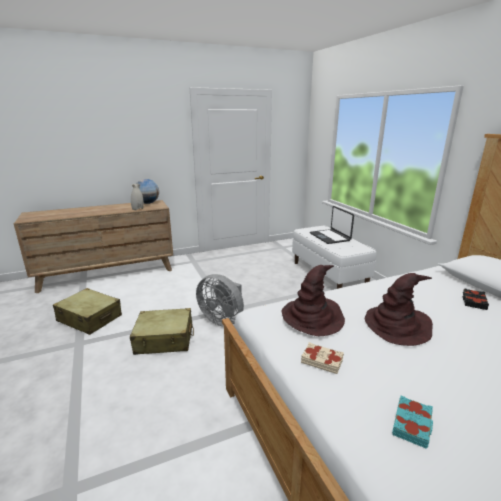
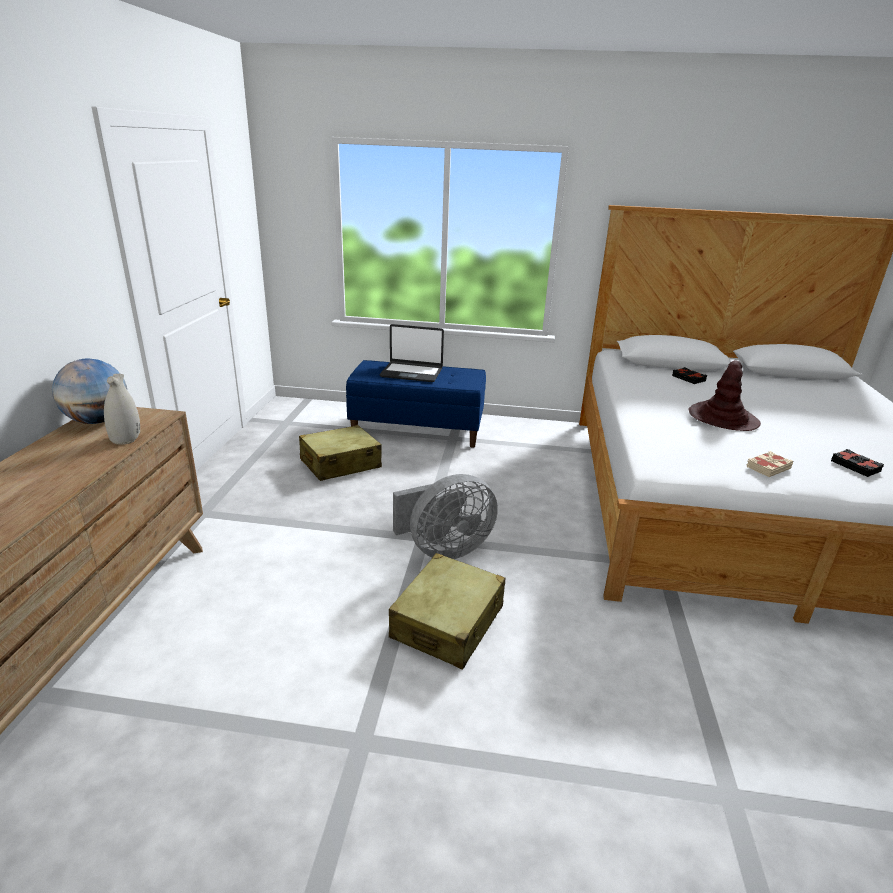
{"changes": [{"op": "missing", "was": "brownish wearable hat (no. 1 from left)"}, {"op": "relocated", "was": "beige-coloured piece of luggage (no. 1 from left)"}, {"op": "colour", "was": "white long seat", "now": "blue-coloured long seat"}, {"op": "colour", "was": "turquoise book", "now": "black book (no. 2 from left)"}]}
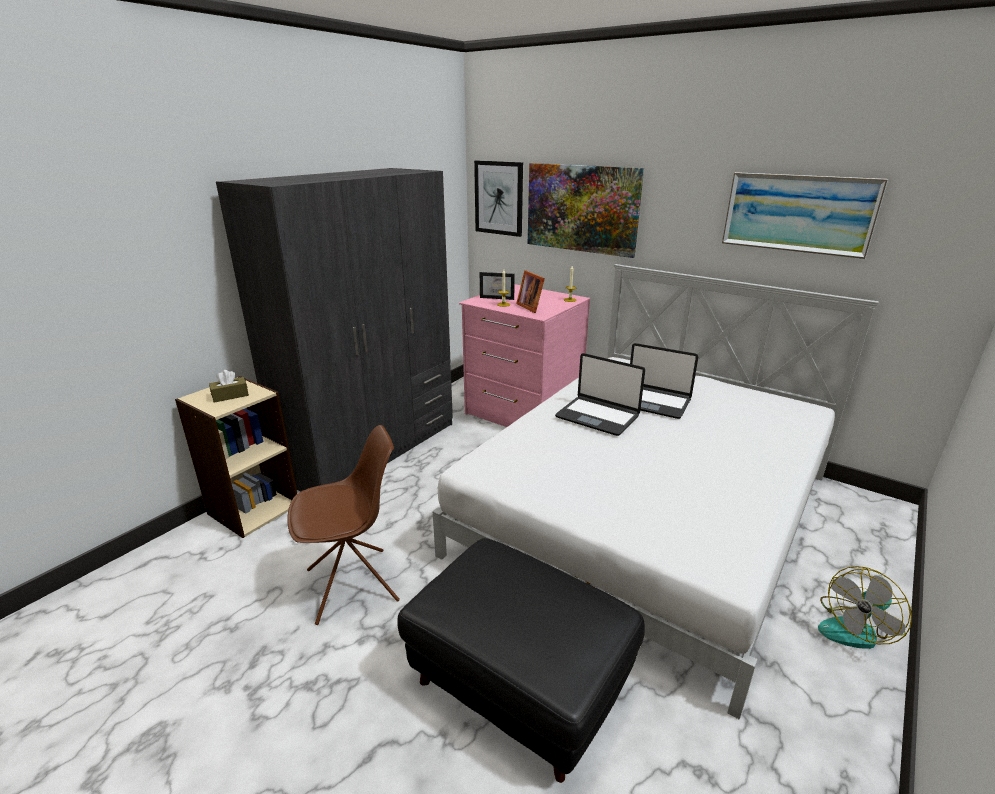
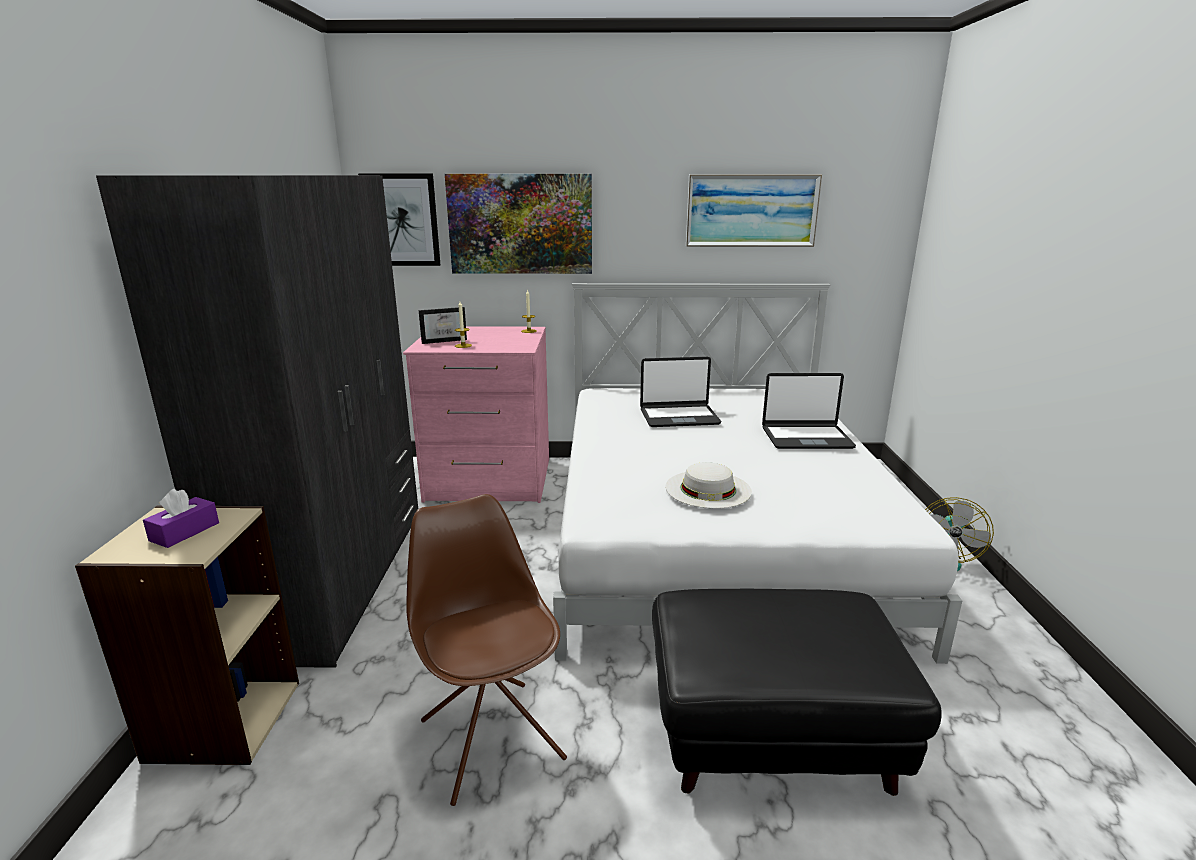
{"changes": [{"op": "missing", "was": "photo frame (no. 2 from left)"}, {"op": "appeared", "now": "white wearable hat"}, {"op": "relocated", "was": "laptop (no. 1 from left in the first image)", "now": "laptop (no. 2 from left)"}, {"op": "colour", "was": "brownish tissue box", "now": "purple tissue box"}, {"op": "spun", "was": "brownish plain chair", "clockwise": -60}]}
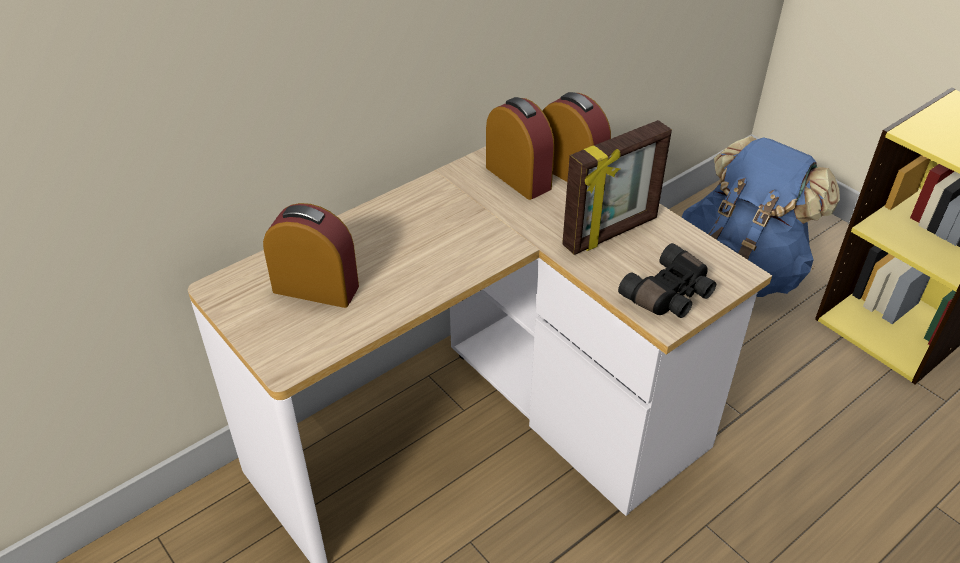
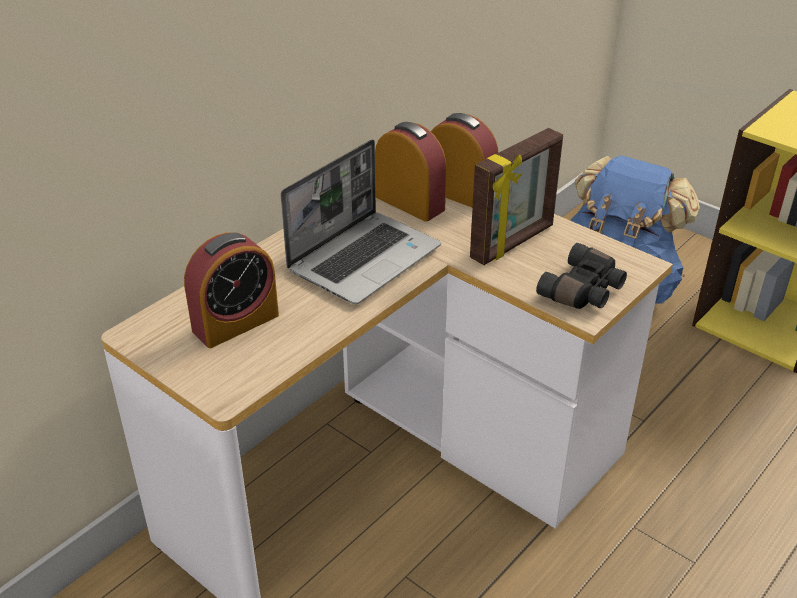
{"changes": [{"op": "appeared", "now": "laptop"}, {"op": "spun", "was": "bedside clock (no. 1 from left)", "clockwise": 135}]}
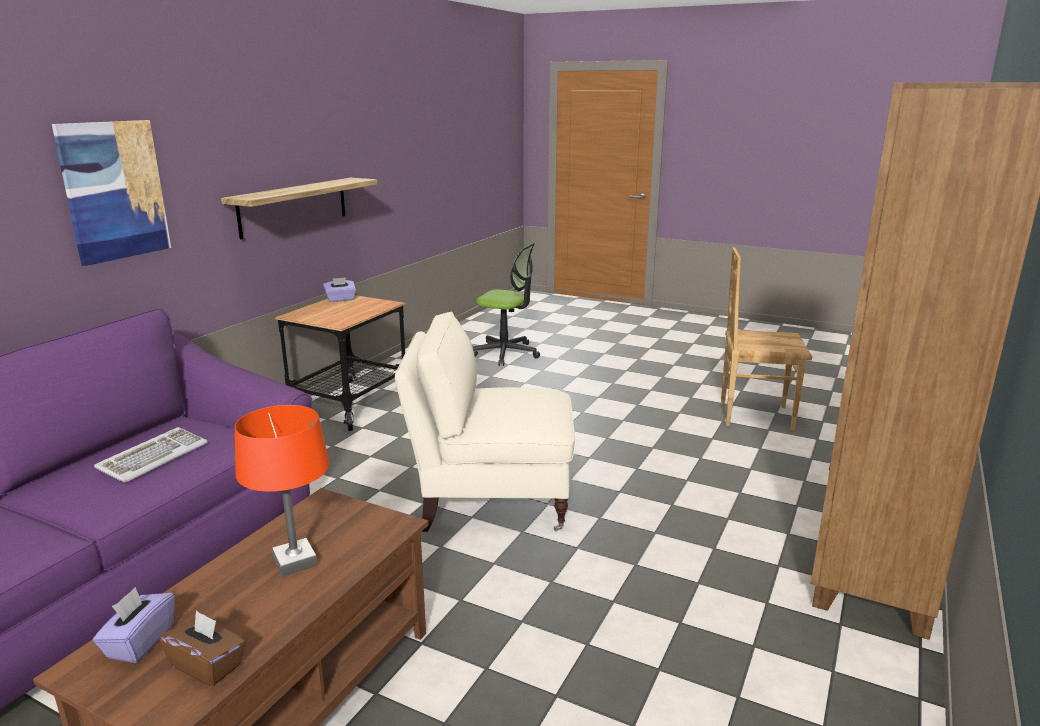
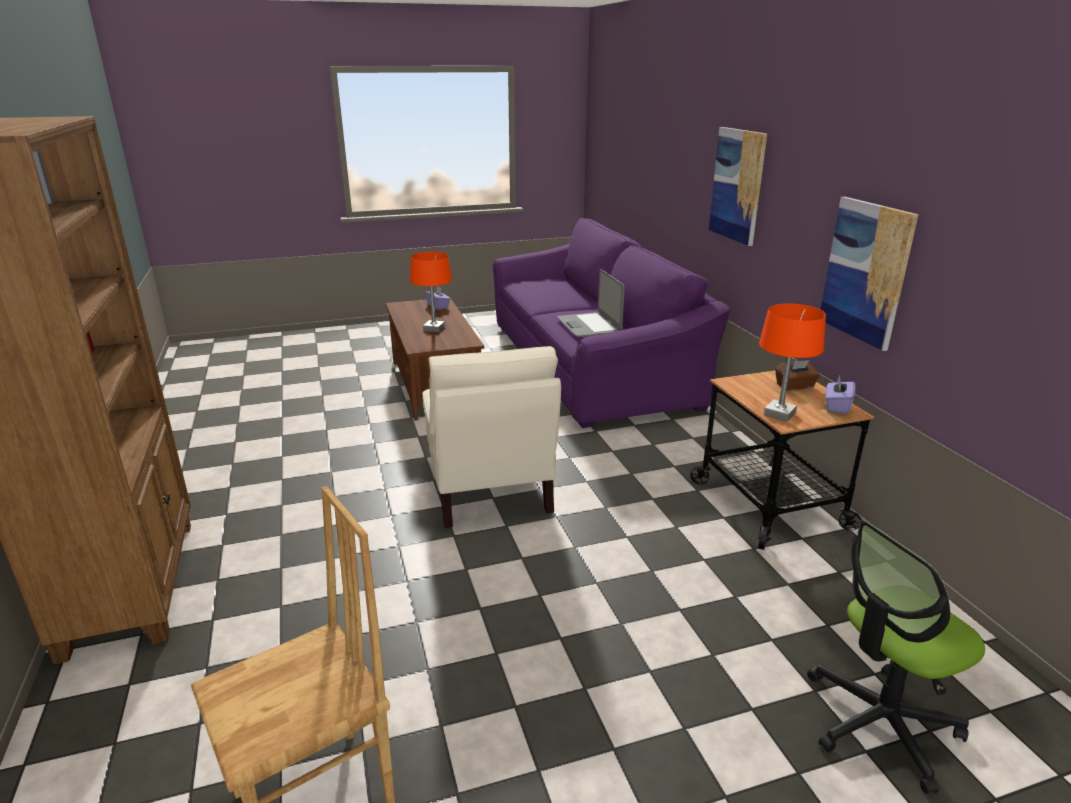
{"changes": [{"op": "appeared", "now": "orange table lamp (no. 2 from left)"}, {"op": "relocated", "was": "brownish tissue box"}, {"op": "exchanged", "was": "PC keyboard", "now": "laptop"}, {"op": "exchanged", "was": "bracket shelf", "now": "wall art (no. 2 from left)"}, {"op": "spun", "was": "beige-coloured armchair", "clockwise": 120}]}
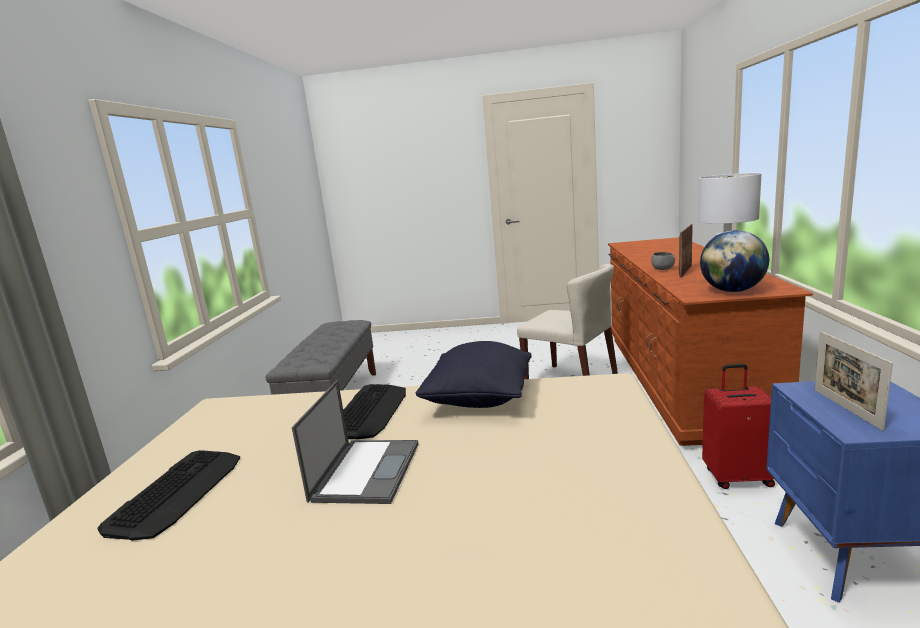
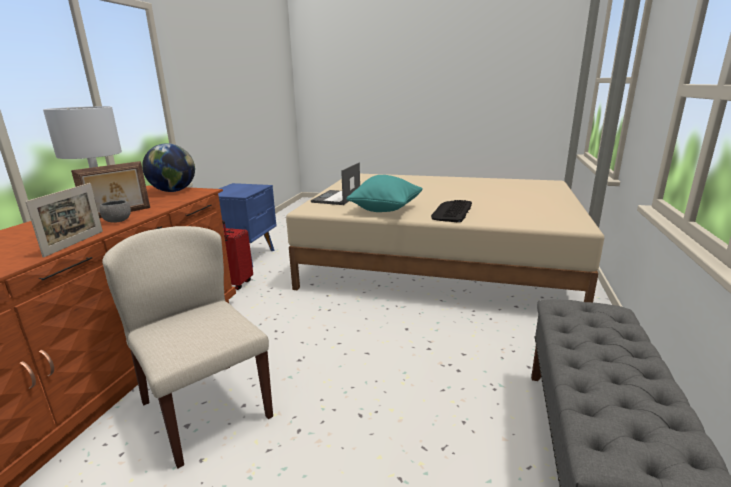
{"changes": [{"op": "missing", "was": "PC keyboard (no. 1 from left)"}, {"op": "relocated", "was": "laptop"}, {"op": "relocated", "was": "photo frame (no. 2 from left in the first image)", "now": "photo frame (no. 1 from left)"}, {"op": "colour", "was": "black cushion", "now": "turquoise cushion"}]}
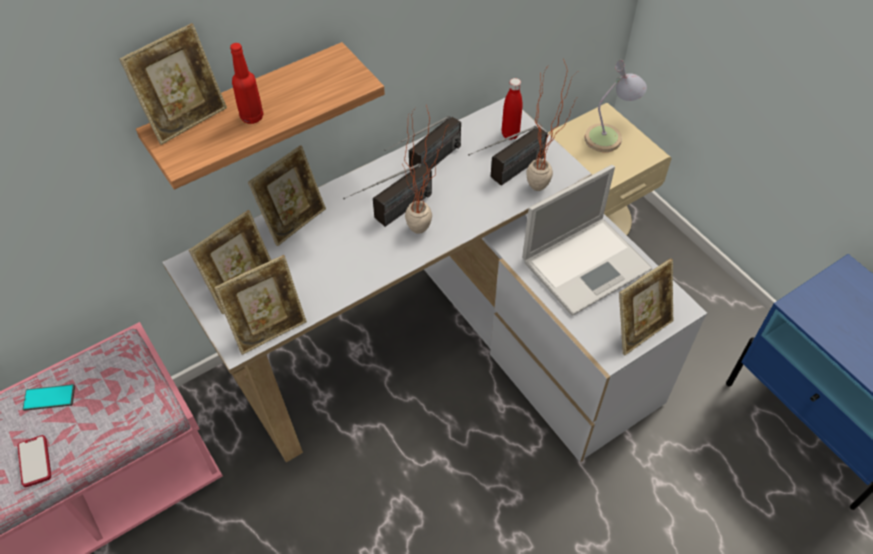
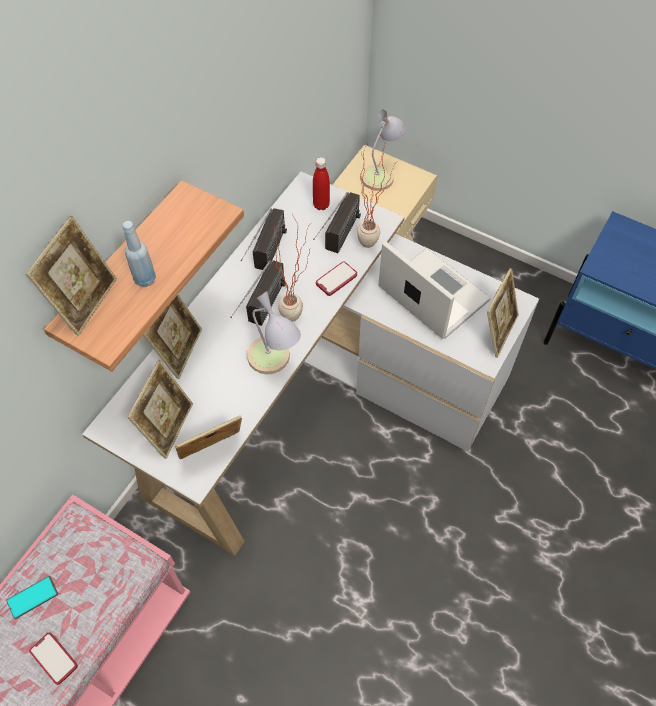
{"changes": [{"op": "appeared", "now": "table lamp (no. 1 from left)"}, {"op": "appeared", "now": "phone (no. 3 from left)"}, {"op": "colour", "was": "red bottle (no. 1 from left)", "now": "blue-coloured bottle"}, {"op": "spun", "was": "photo frame (no. 3 from left in the first image)", "clockwise": -150}, {"op": "spun", "was": "laptop", "clockwise": -75}]}
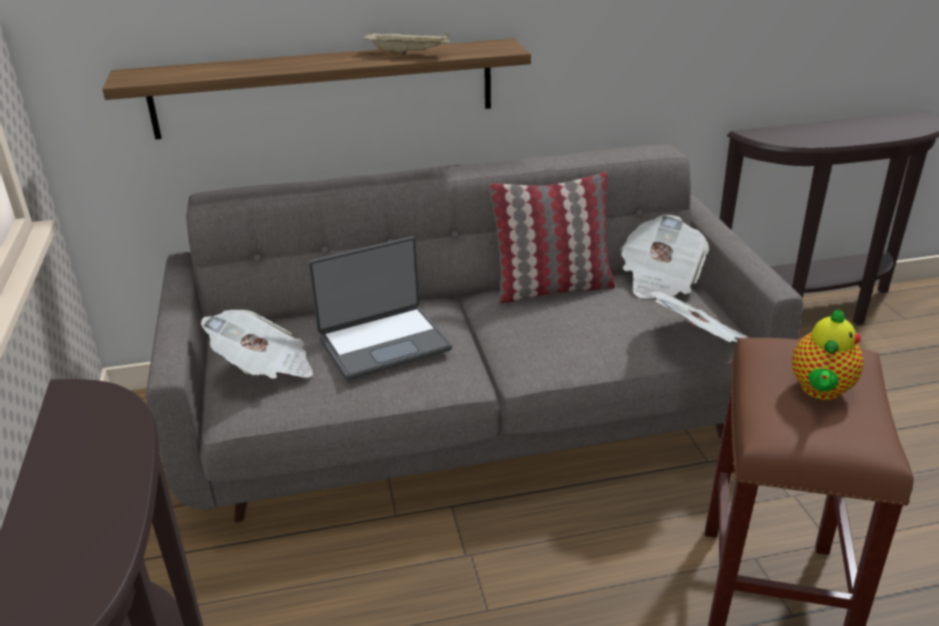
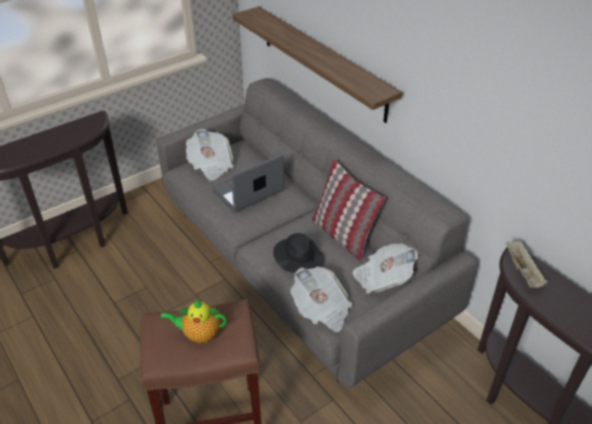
{"changes": [{"op": "appeared", "now": "black wearable hat"}, {"op": "relocated", "was": "beige-coloured serving tray"}, {"op": "spun", "was": "laptop", "clockwise": 105}]}
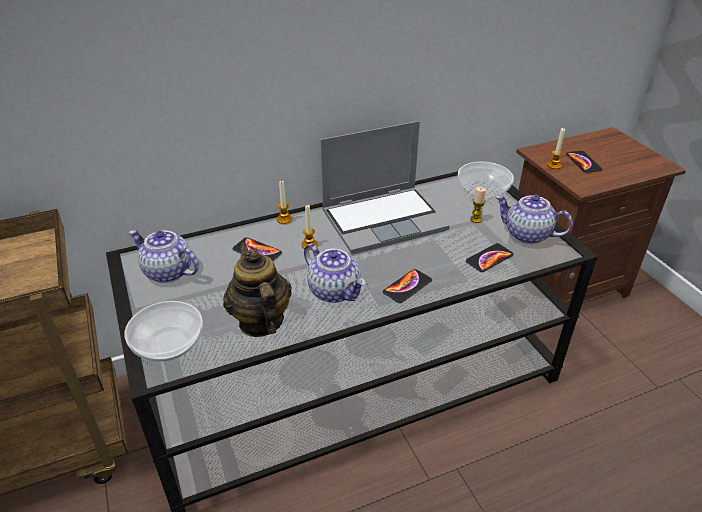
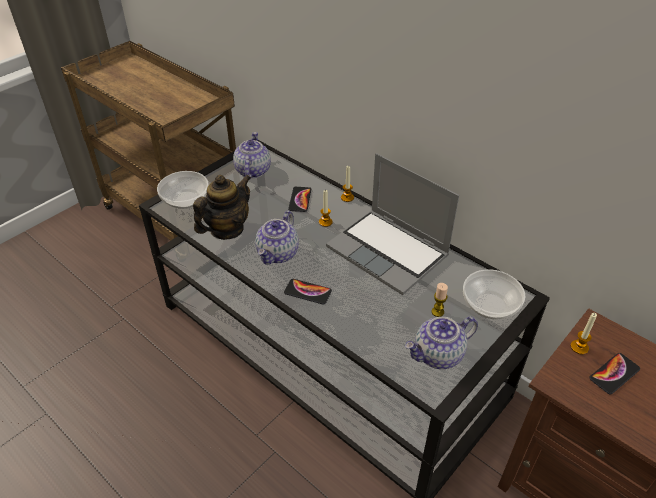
{"changes": [{"op": "missing", "was": "phone (no. 3 from left)"}, {"op": "spun", "was": "pot for tea (no. 4 from left)", "clockwise": -120}]}
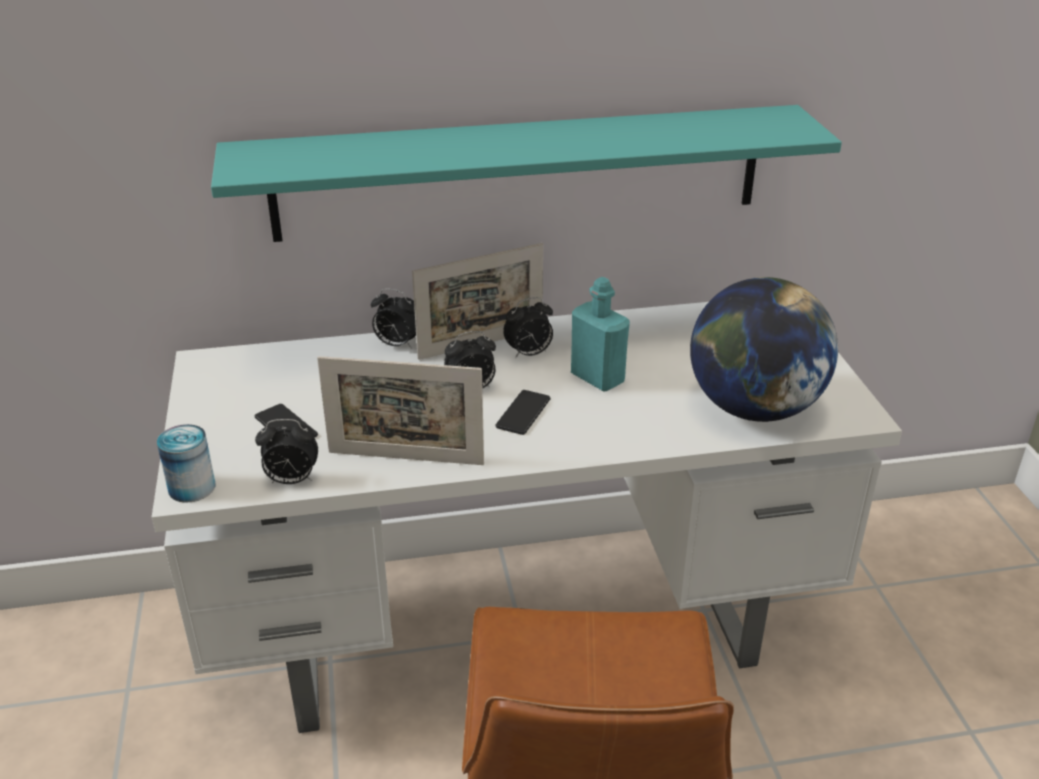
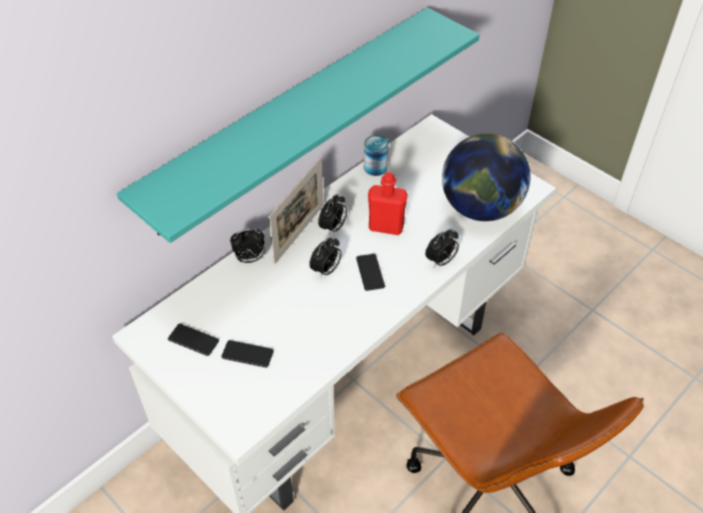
{"changes": [{"op": "missing", "was": "photo frame (no. 1 from left)"}, {"op": "appeared", "now": "phone (no. 1 from left)"}, {"op": "relocated", "was": "metal can"}, {"op": "relocated", "was": "bedside clock (no. 1 from left in the first image)", "now": "bedside clock (no. 4 from left)"}, {"op": "colour", "was": "turquoise bottle", "now": "red bottle"}]}
